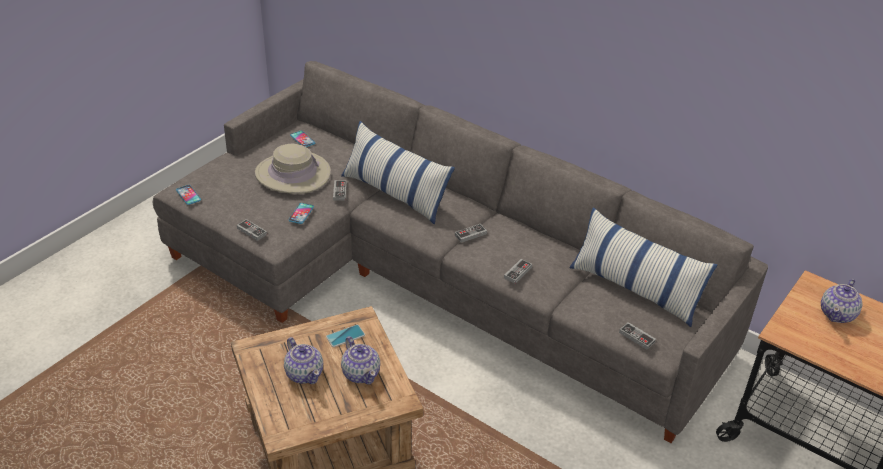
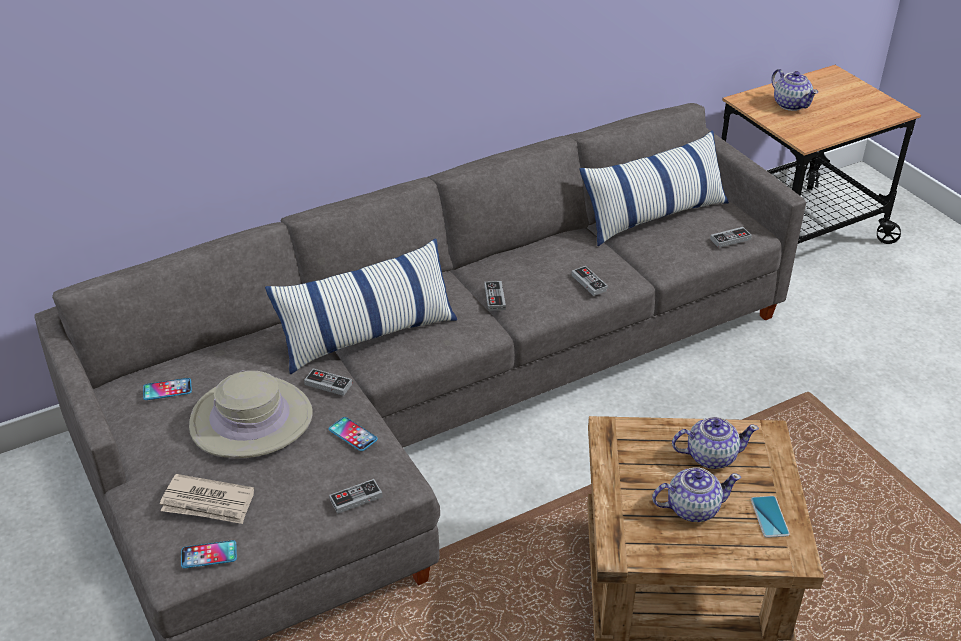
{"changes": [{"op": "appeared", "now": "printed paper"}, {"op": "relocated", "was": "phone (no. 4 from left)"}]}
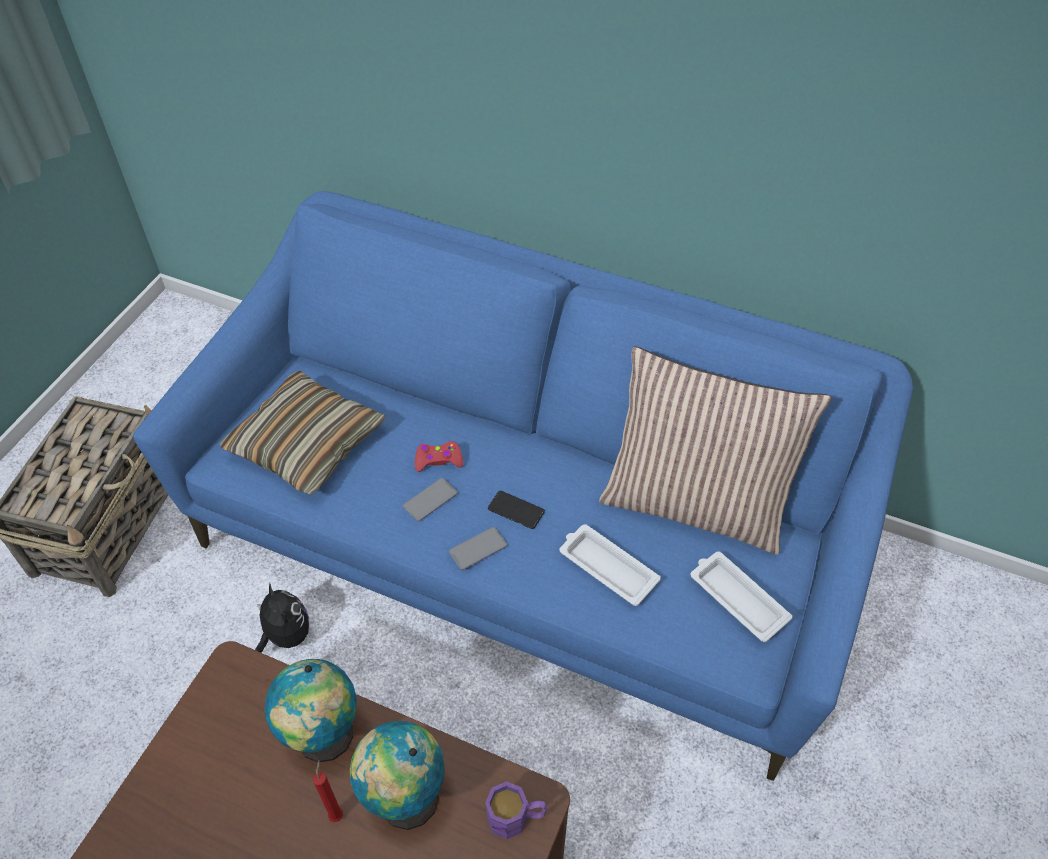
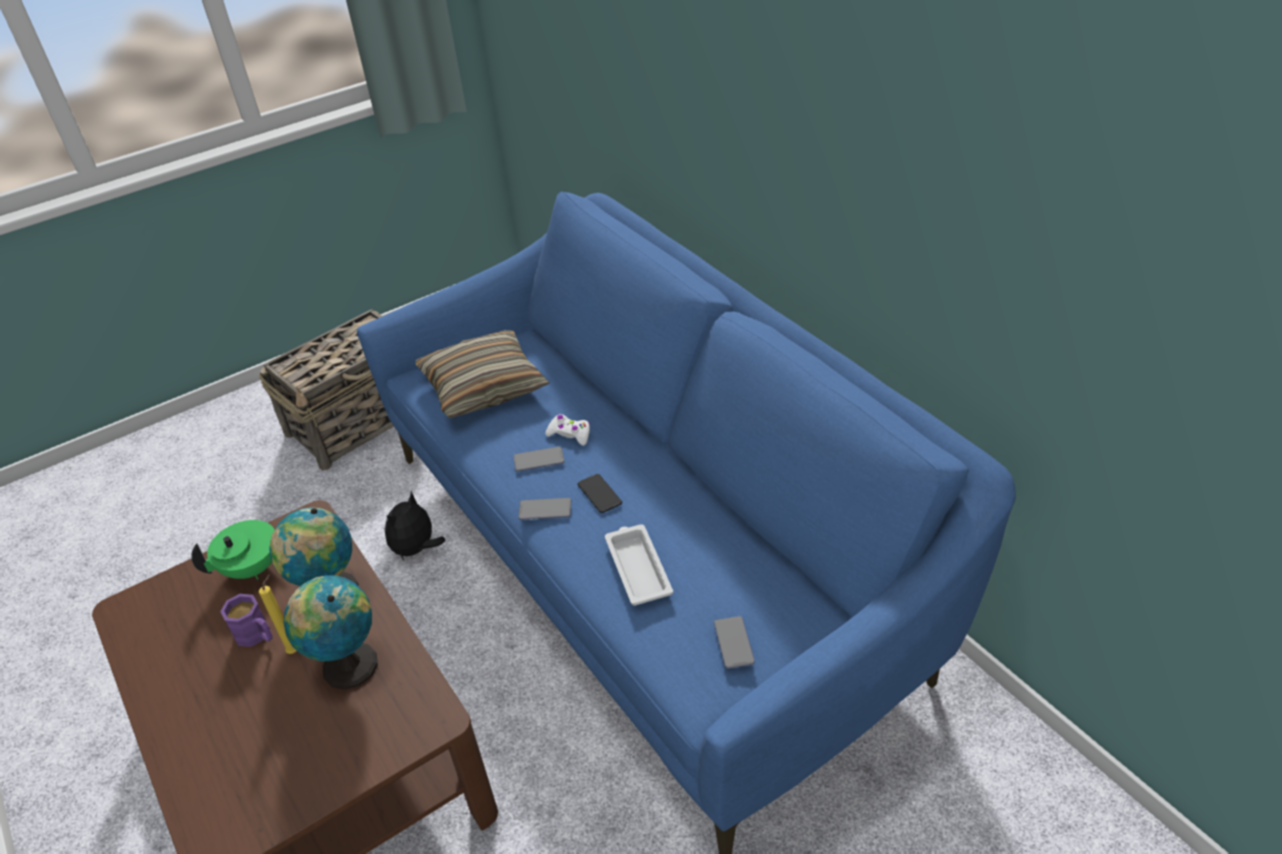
{"changes": [{"op": "missing", "was": "cushion (no. 2 from left)"}, {"op": "appeared", "now": "green-coloured pot for tea"}, {"op": "relocated", "was": "purple mug"}, {"op": "exchanged", "was": "white serving tray (no. 2 from left)", "now": "phone (no. 4 from left)"}, {"op": "colour", "was": "red wax light", "now": "yellow wax light"}, {"op": "colour", "was": "red game controller", "now": "white game controller"}, {"op": "spun", "was": "cuddly toy", "clockwise": -150}]}
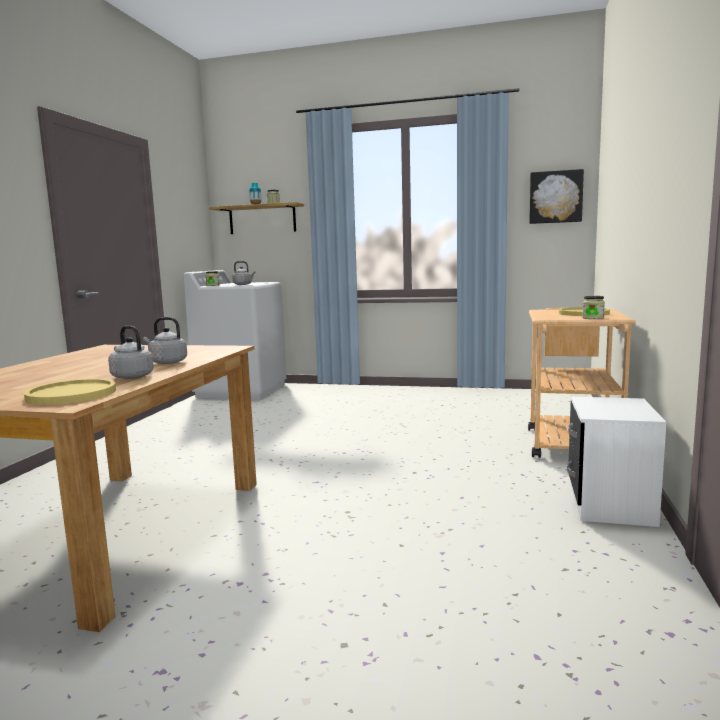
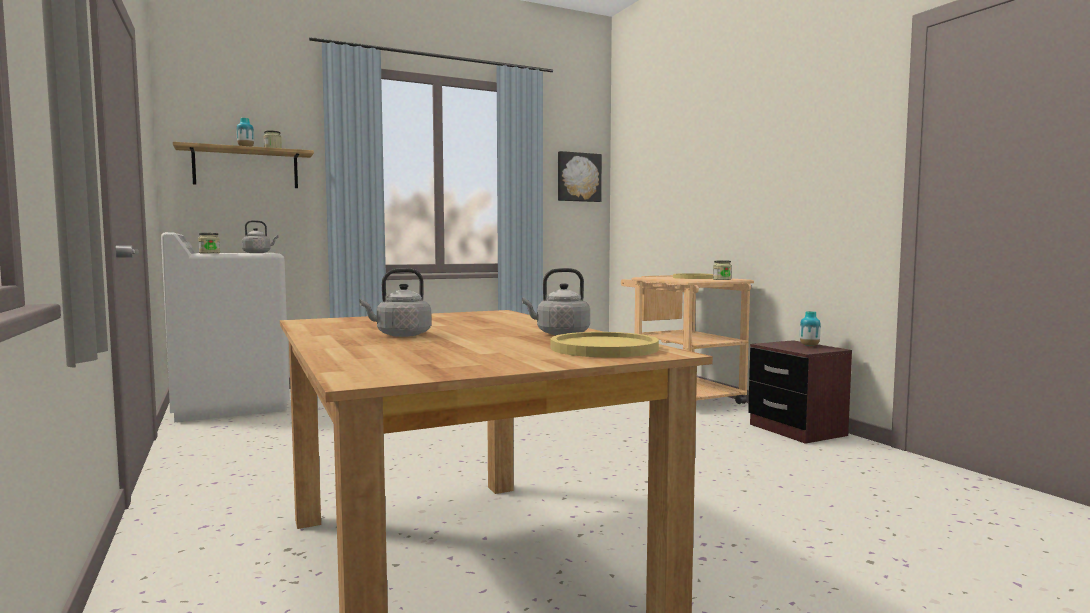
{"changes": [{"op": "appeared", "now": "flower vase (no. 2 from left)"}, {"op": "relocated", "was": "gray water kettle (no. 2 from left)"}, {"op": "colour", "was": "white bedside table", "now": "brownish bedside table"}]}
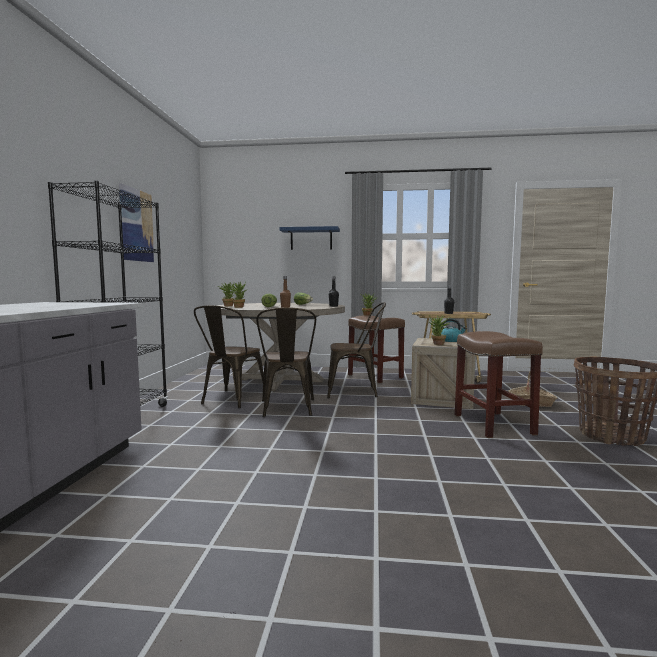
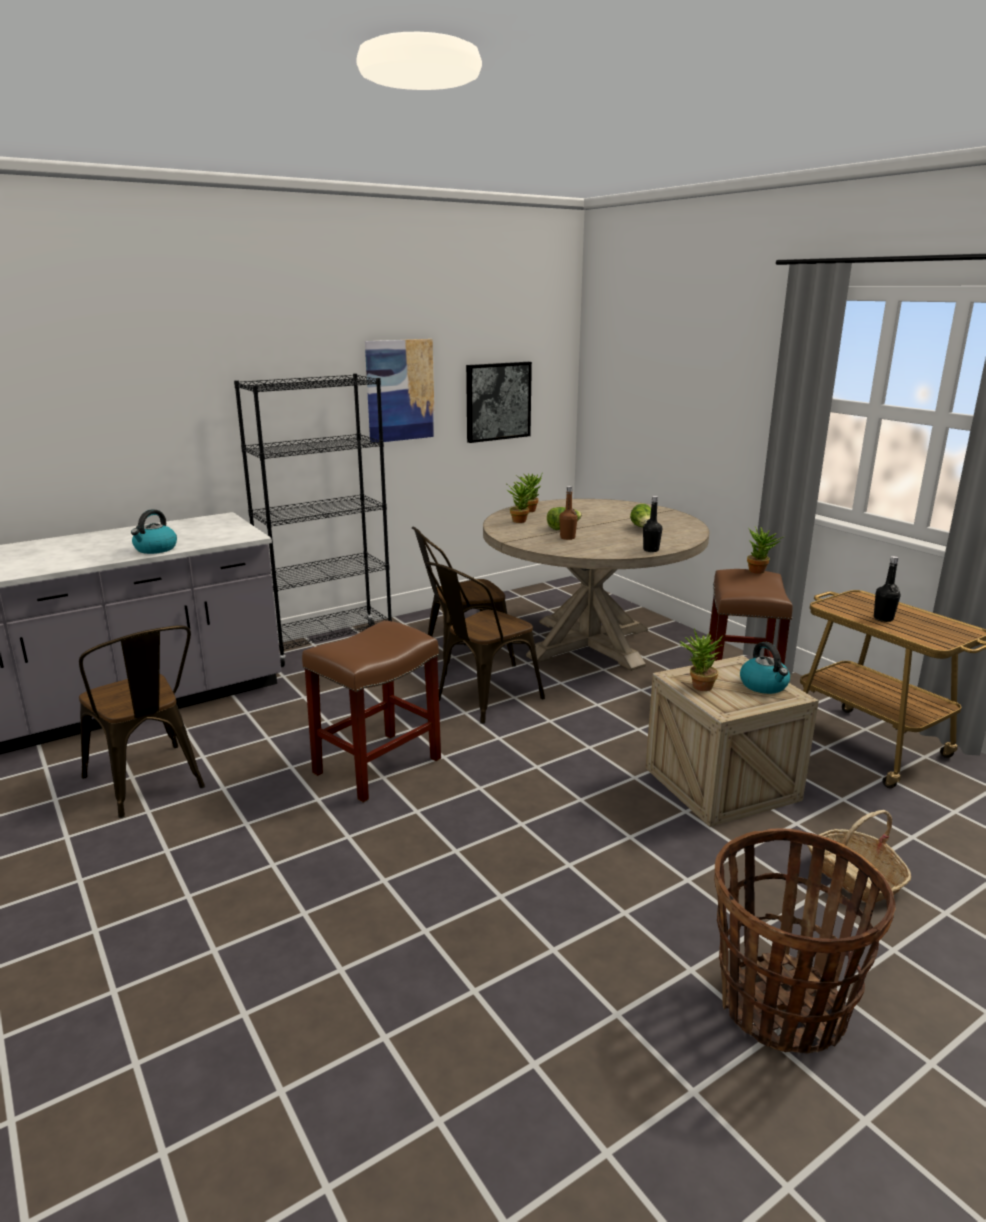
{"changes": [{"op": "missing", "was": "blue-coloured bracket shelf"}, {"op": "appeared", "now": "water kettle (no. 1 from left)"}, {"op": "appeared", "now": "wall art (no. 2 from left)"}, {"op": "relocated", "was": "brownish plain chair (no. 3 from left in the first image)", "now": "brownish plain chair (no. 1 from left)"}, {"op": "relocated", "was": "brownish stool (no. 2 from left in the first image)", "now": "brownish stool (no. 1 from left)"}]}
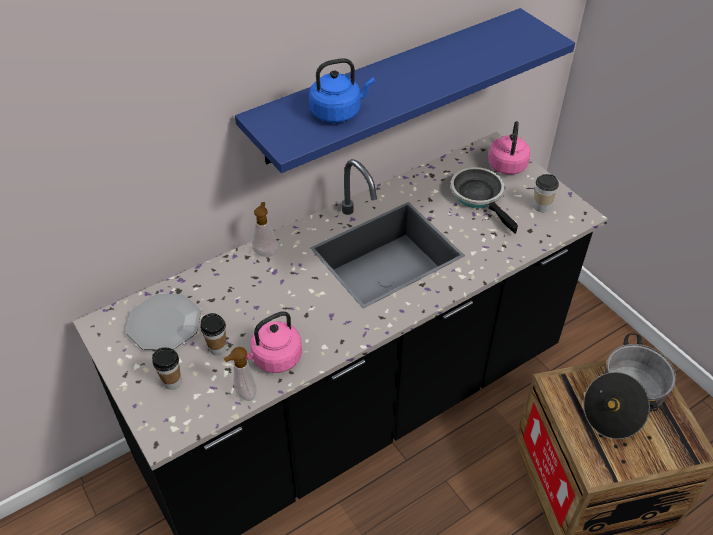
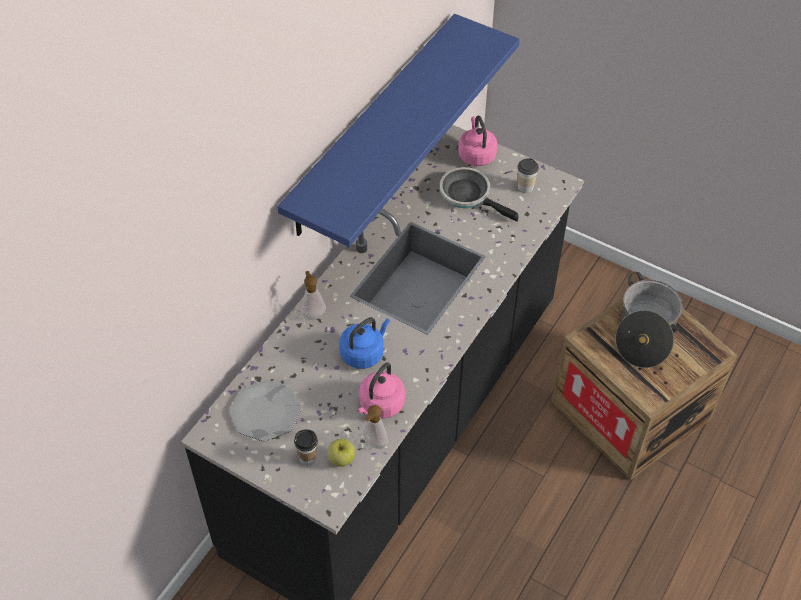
{"changes": [{"op": "missing", "was": "cup (no. 2 from left)"}, {"op": "appeared", "now": "whole apple"}, {"op": "relocated", "was": "blue-coloured water kettle"}]}
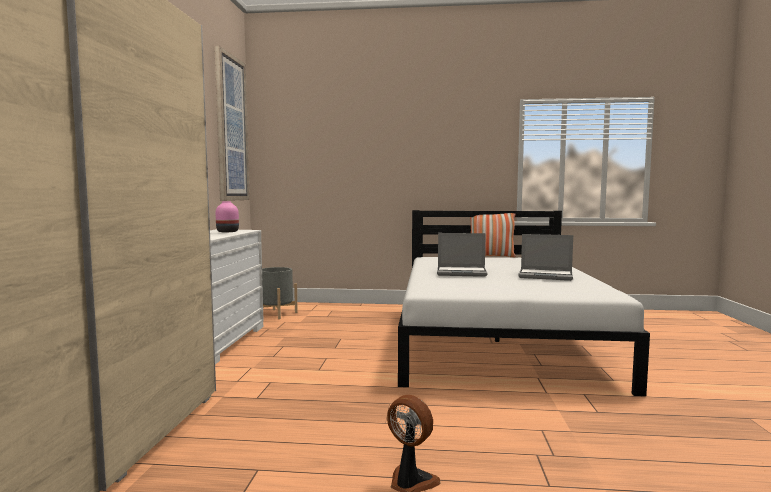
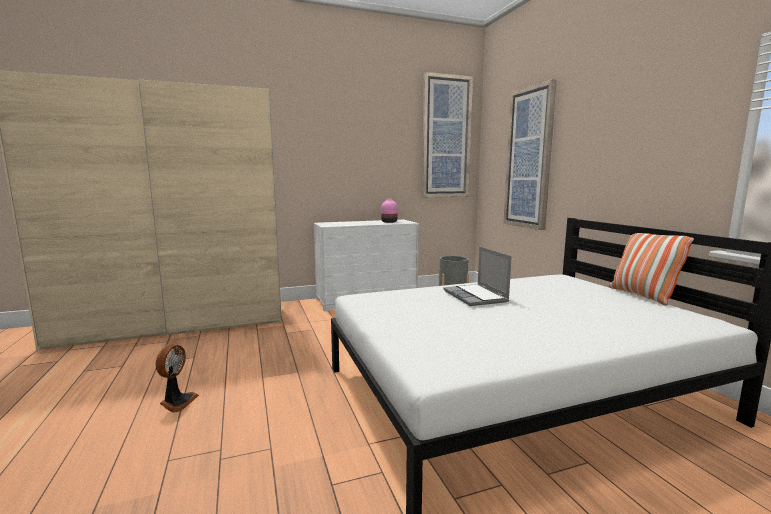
{"changes": [{"op": "missing", "was": "laptop (no. 2 from left)"}, {"op": "appeared", "now": "wall art (no. 2 from left)"}]}
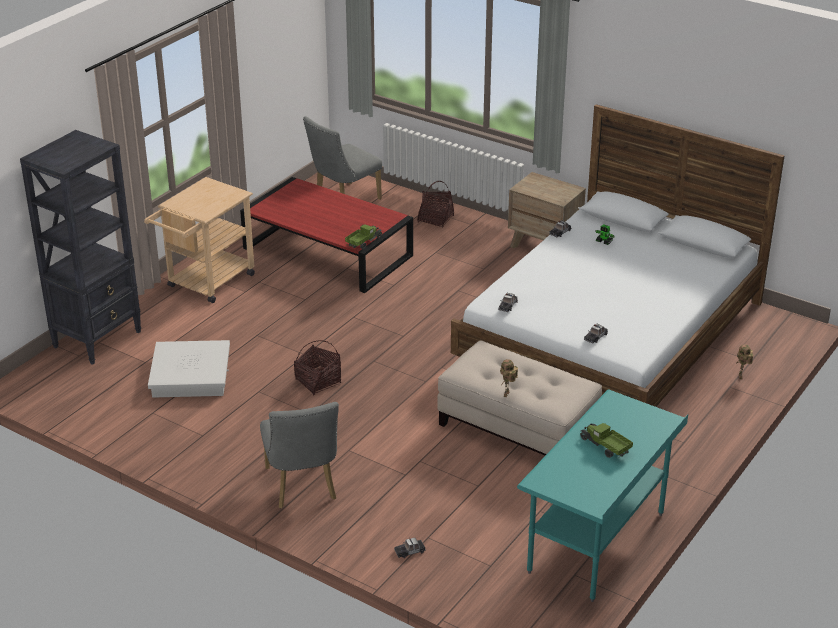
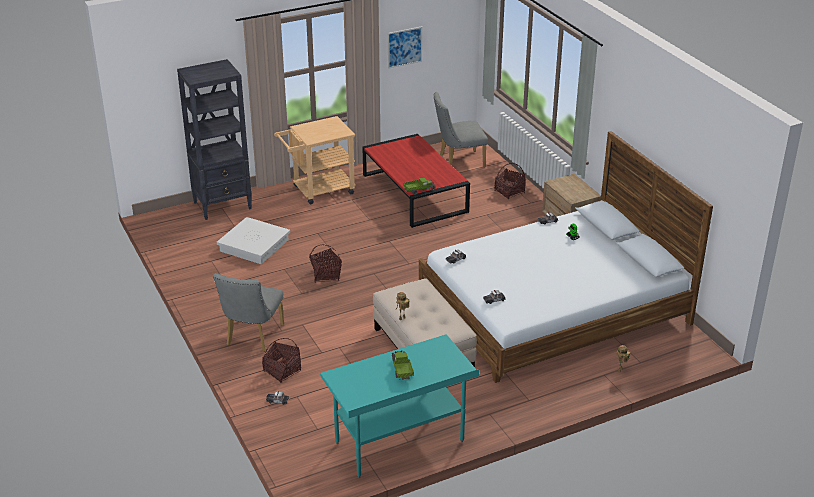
{"changes": [{"op": "appeared", "now": "household basket (no. 1 from left)"}, {"op": "appeared", "now": "wall art"}]}
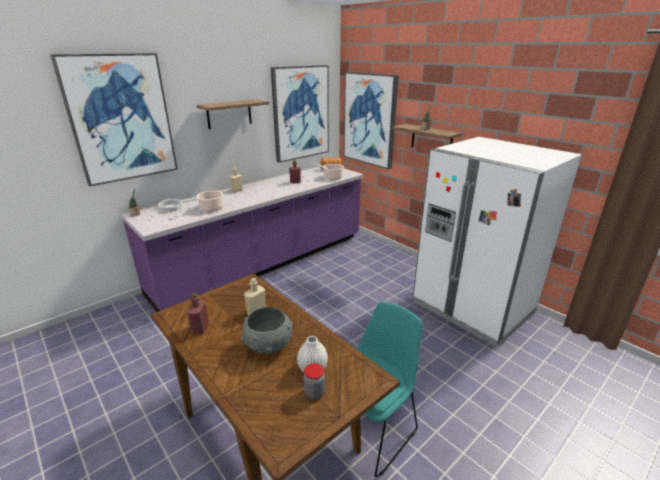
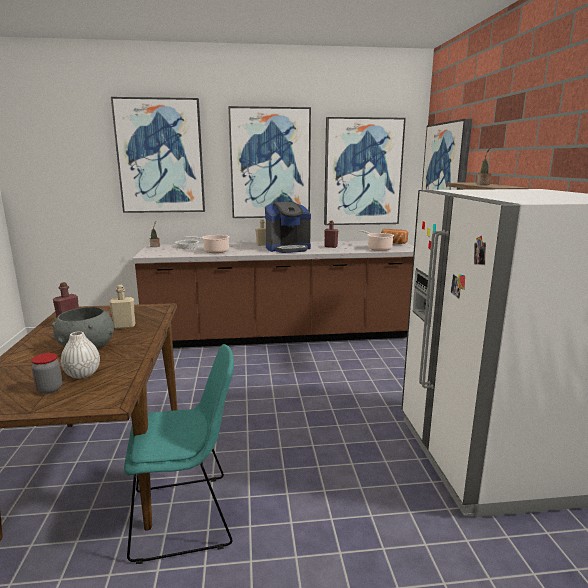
{"changes": [{"op": "appeared", "now": "coffee brewer"}, {"op": "exchanged", "was": "bracket shelf (no. 1 from left)", "now": "wall art (no. 2 from left)"}, {"op": "colour", "was": "purple counter", "now": "brownish counter"}]}
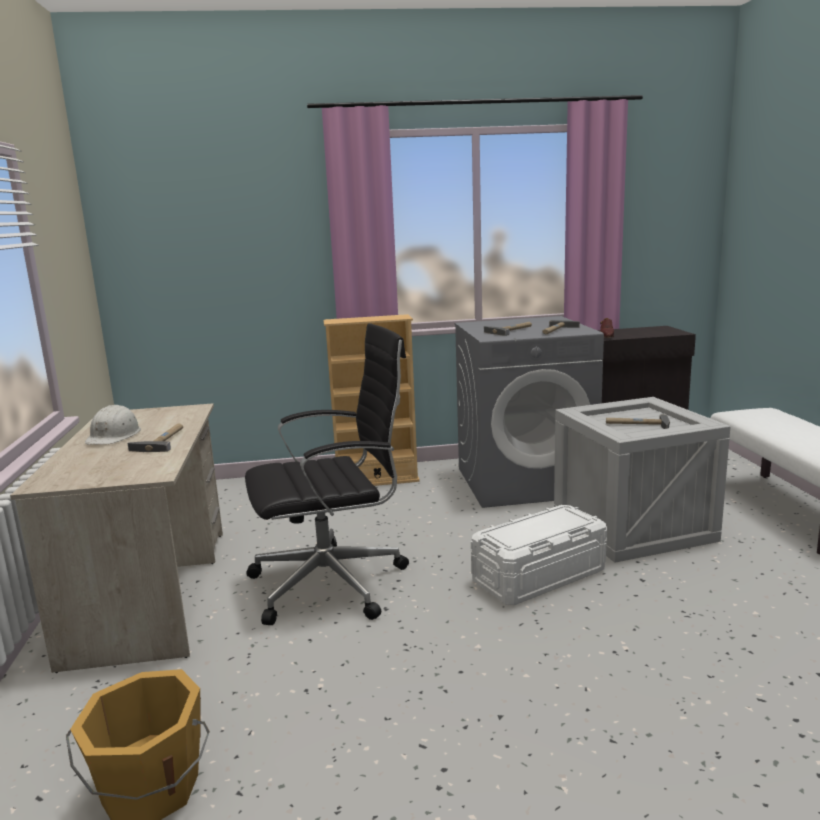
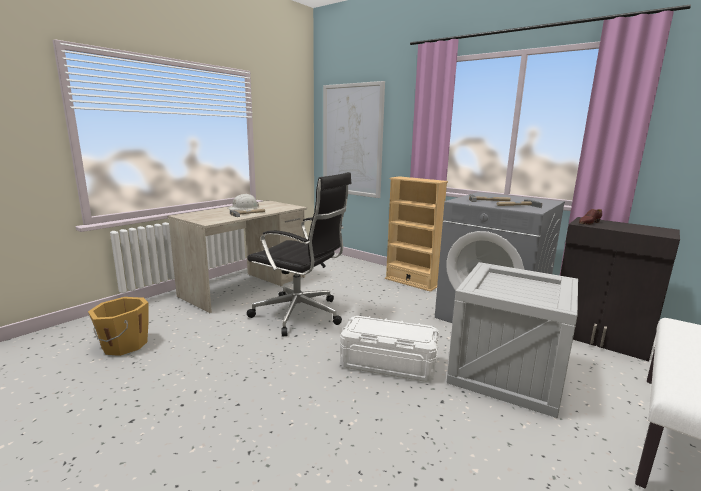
{"changes": [{"op": "missing", "was": "tool hammer (no. 4 from left)"}, {"op": "appeared", "now": "wall art"}]}
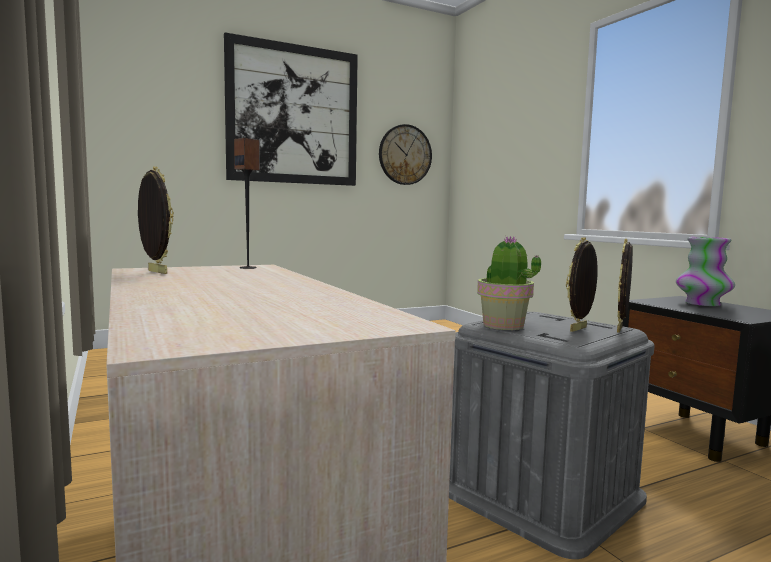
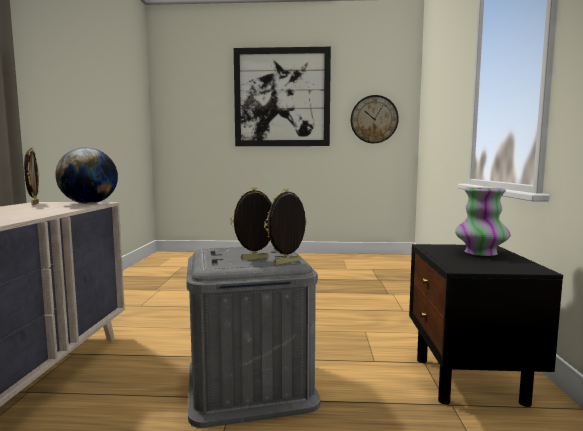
{"changes": [{"op": "missing", "was": "plant in a pot"}, {"op": "exchanged", "was": "speaker", "now": "desk globe"}]}
